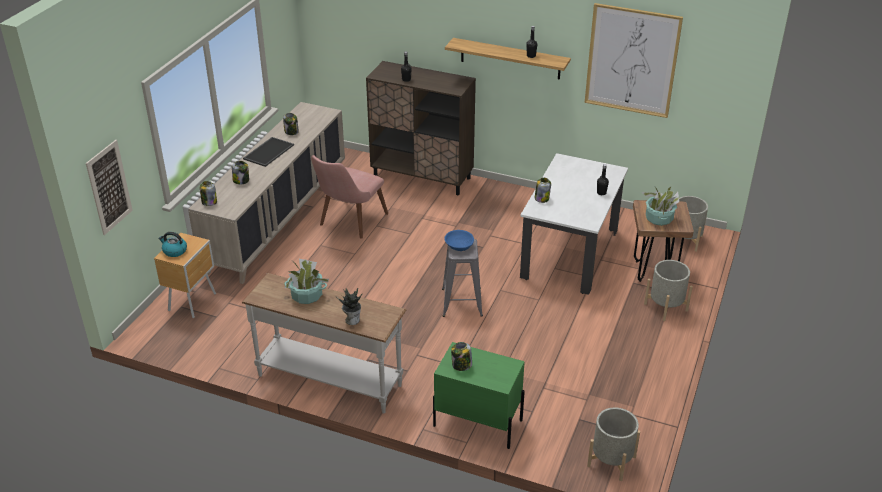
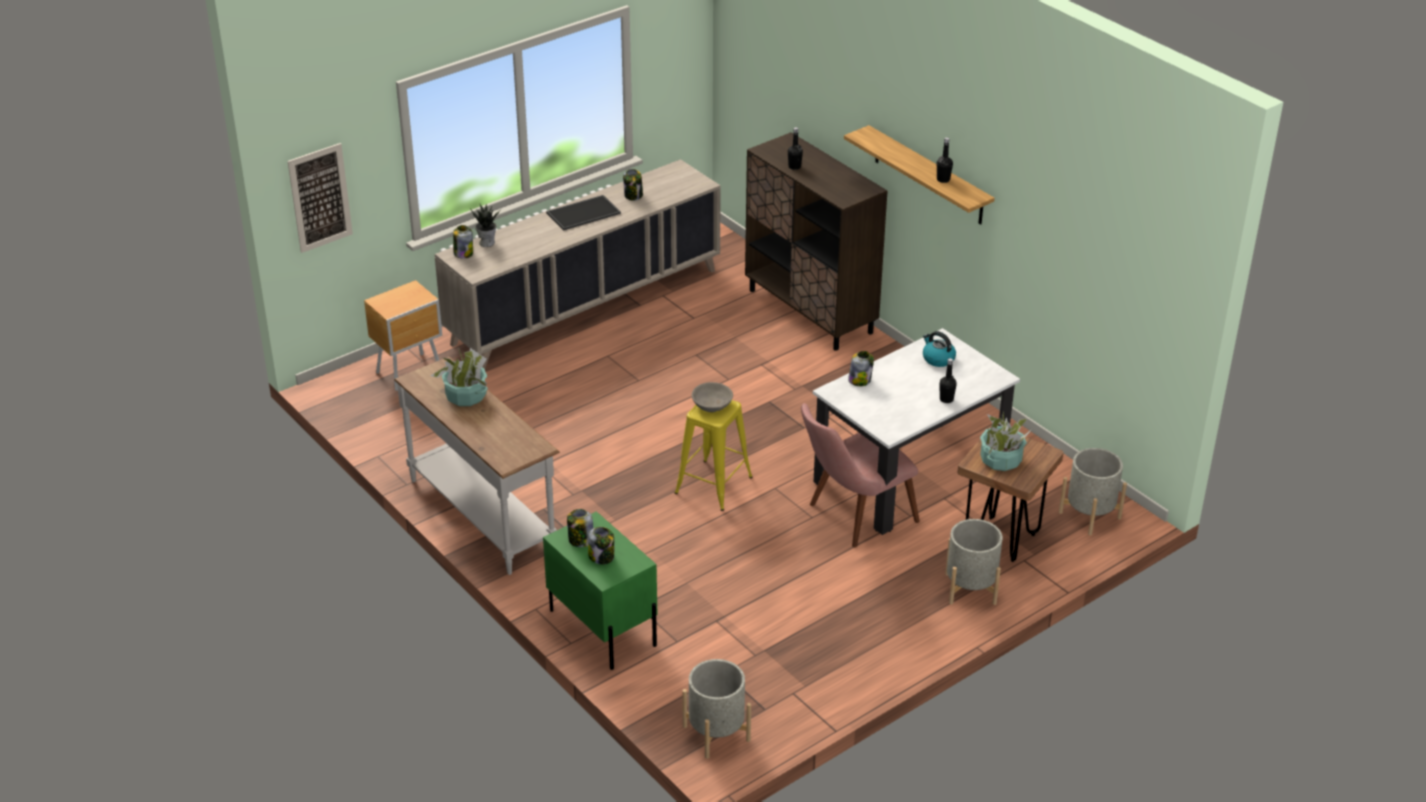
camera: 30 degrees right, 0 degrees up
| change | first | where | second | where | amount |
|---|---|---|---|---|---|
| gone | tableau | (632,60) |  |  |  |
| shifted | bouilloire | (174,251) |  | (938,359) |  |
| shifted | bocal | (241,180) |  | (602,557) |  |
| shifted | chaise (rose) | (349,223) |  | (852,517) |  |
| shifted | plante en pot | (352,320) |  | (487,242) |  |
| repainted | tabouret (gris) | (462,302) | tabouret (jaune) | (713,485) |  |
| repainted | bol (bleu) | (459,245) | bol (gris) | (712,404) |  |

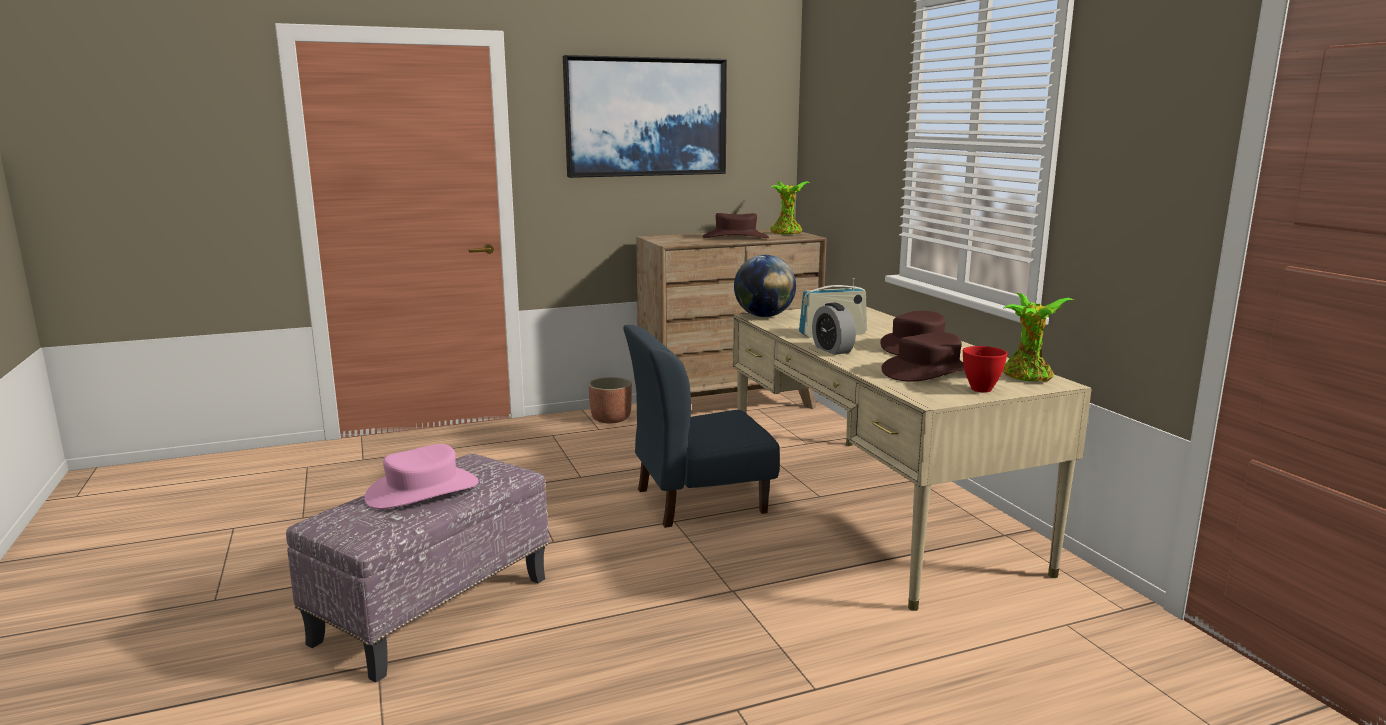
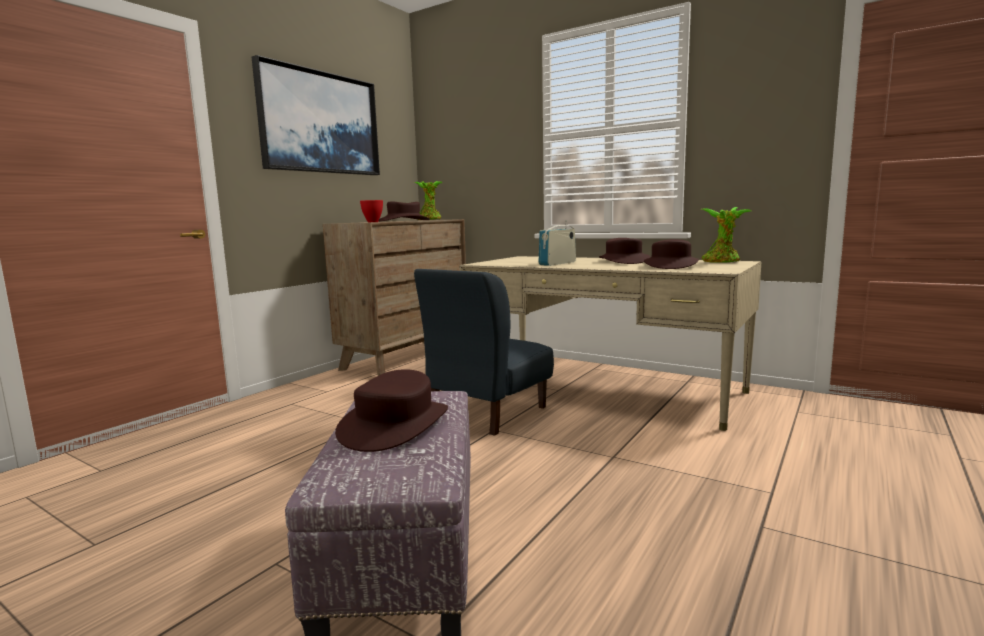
camera: 35 degrees left, 5 degrees down
| change | first | where | second | where | amount |
|---|---|---|---|---|---|
| gone | cache-pot | (611,419) |  |  |  |
| gone | globe | (764,316) |  |  |  |
| gone | réveil | (832,350) |  |  |  |
| shifted | bol (rouge) | (980,389) |  | (372,222) |  |
| repainted | chapeau (rose) | (422,491) | chapeau (marron) | (395,425) |  |

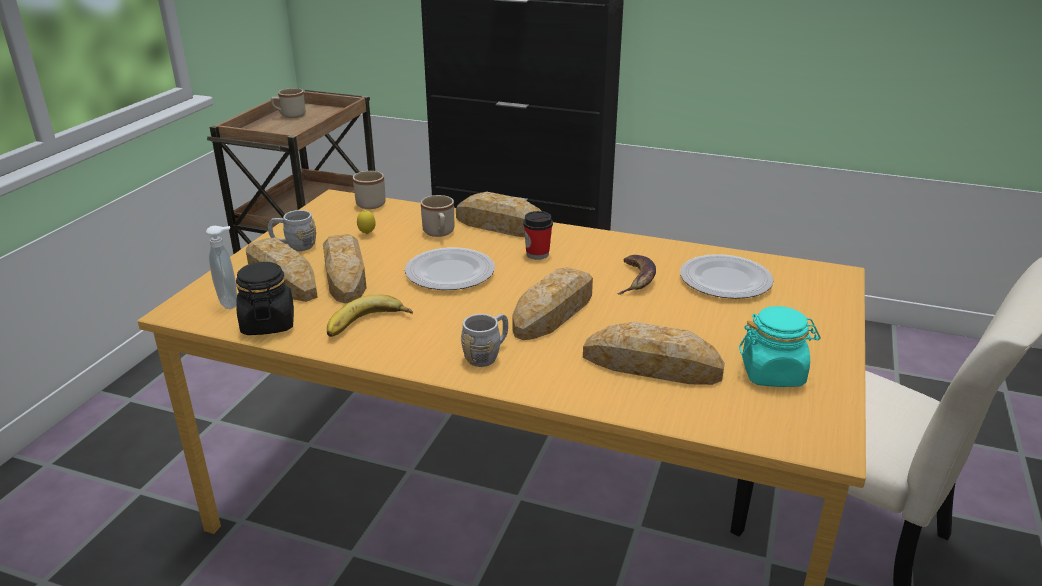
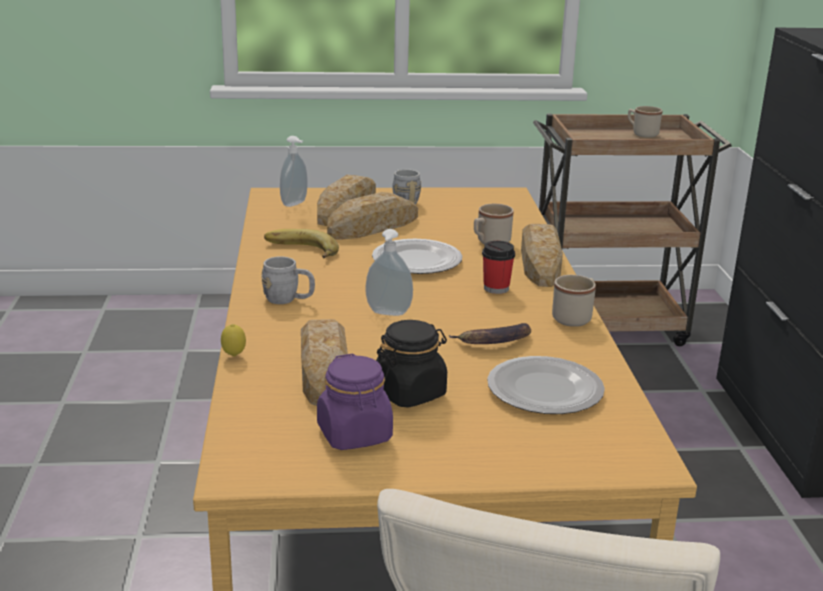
camera: 65 degrees right, 5 degrees down
| change | first | where | second | where | amount |
|---|---|---|---|---|---|
| shifted | bocal (noir) | (268,323) |  | (409,393) |  |
| shifted | mug (beige) | (369,202) |  | (575,317) |  |
| shifted | citron | (367,234) |  | (234,356) |  |
| swapped | pain | (555,311) | distributeur de savon | (388,314) |  |
| repainted | bocal (turquoise) | (773,373) | bocal (violet) | (355,434) |  |

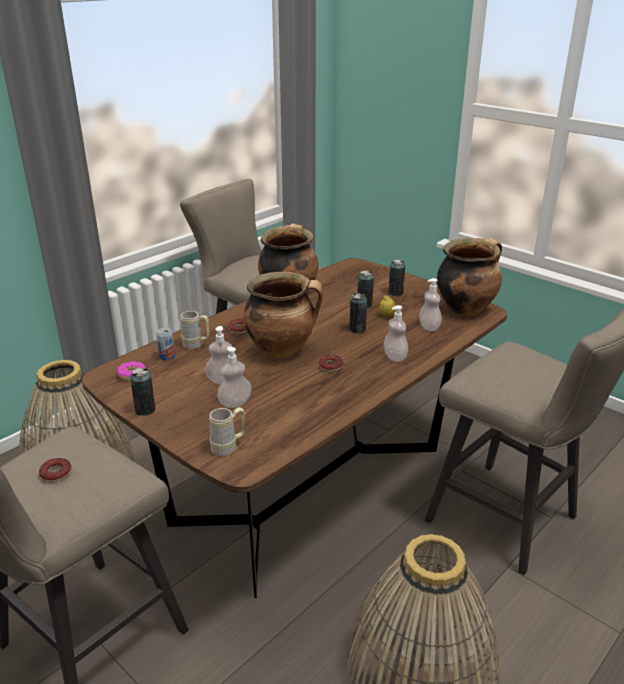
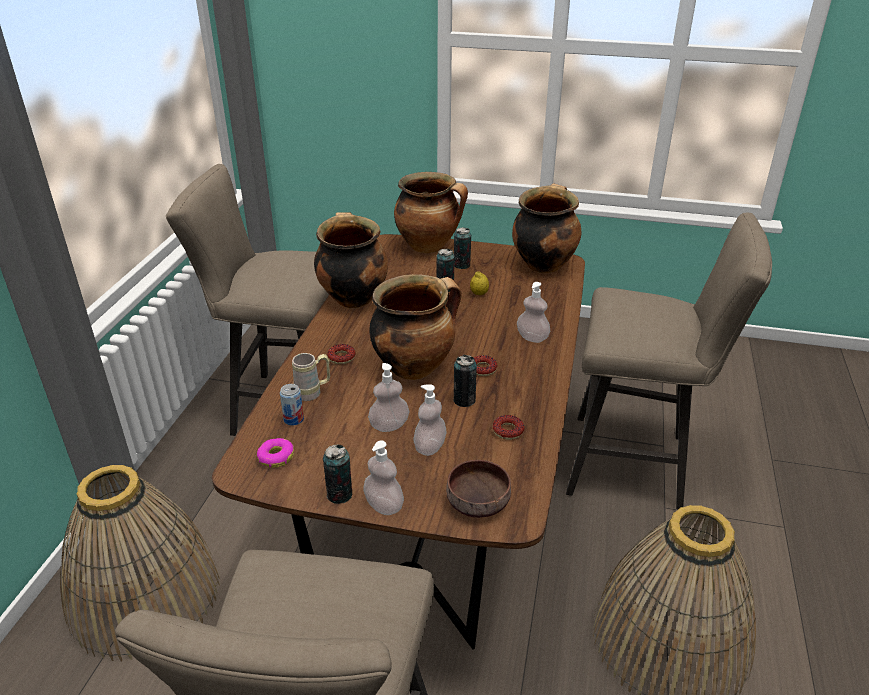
camera: 30 degrees left, 5 degrees up
| change | first | where | second | where | amount |
|---|---|---|---|---|---|
| new |  |  | marmite | (429,246) |  |
| shifted | beignet | (56,473) |  | (508,431) |  |
| shifted | boîte métallique | (357,329) |  | (464,400) |  |
| shifted | distributeur de savon | (429,327) |  | (384,505) |  |
| swapped | mug (beige) | (229,447) | bol (marron) | (477,501) |  |

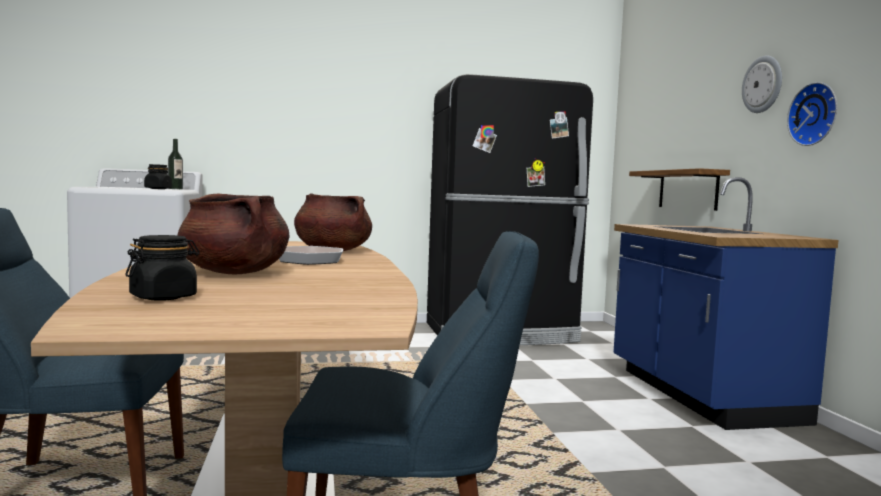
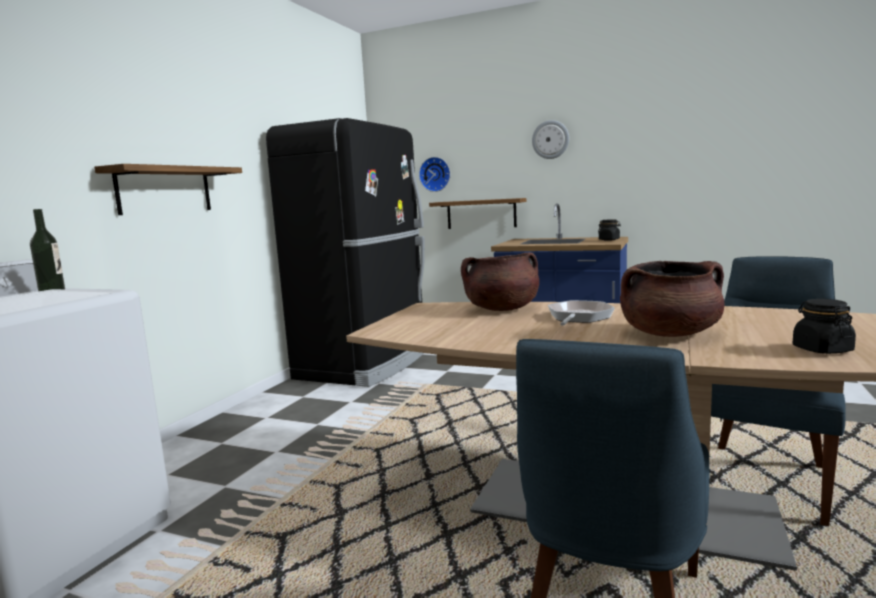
camera: 55 degrees left, 5 degrees up
| change | first | where | second | where | amount |
|---|---|---|---|---|---|
| new |  |  | étagère | (165,190) |  |
| shifted | bocal (noir) | (158,189) |  | (609,240) |  |
| shifted | horloge murale | (815,114) |  | (435,174) |  |

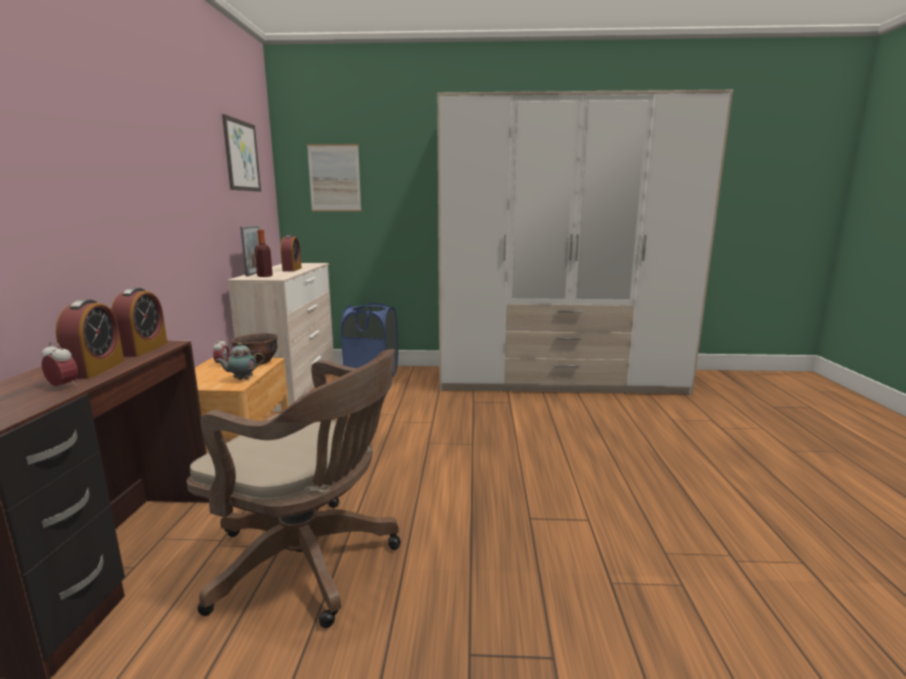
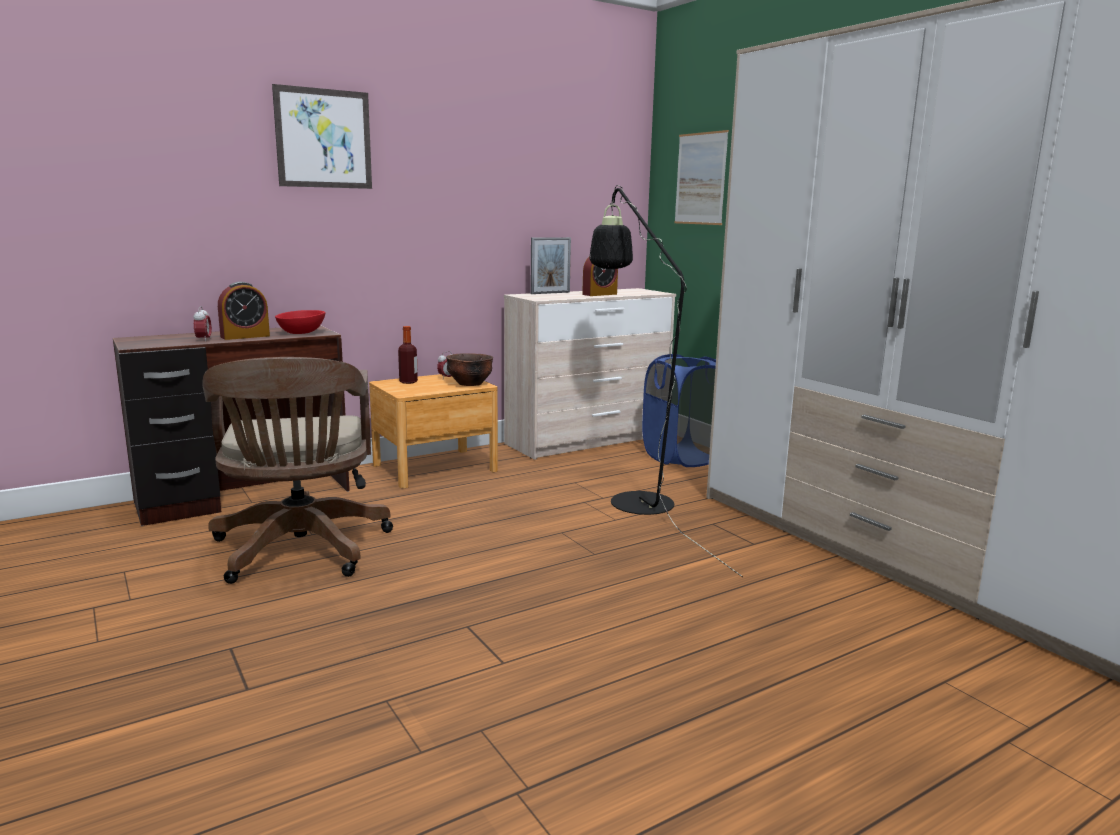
camera: 55 degrees right, 0 degrees up
| change | first | where | second | where | amount |
|---|---|---|---|---|---|
| gone | théière | (242,379) |  |  |  |
| new |  |  | lampadaire (noir) | (633,497) |  |
| shifted | tableau | (242,156) |  | (323,138) |  |
| shifted | bouteille | (265,276) |  | (408,382) |  |
| swapped | réveil | (143,349) | bol (rouge) | (302,333) |  |

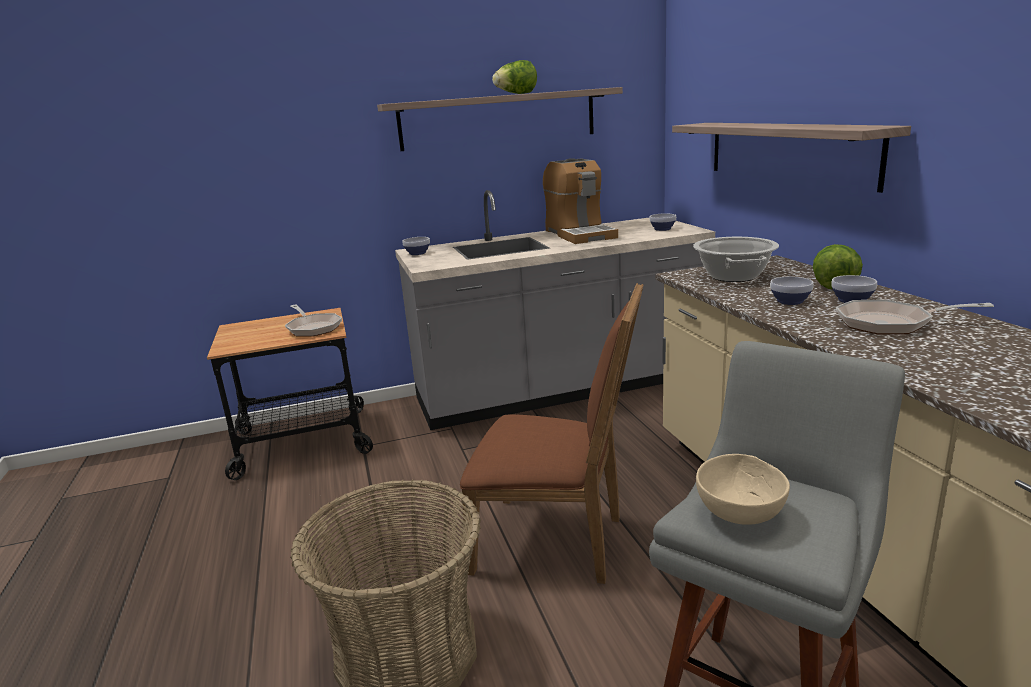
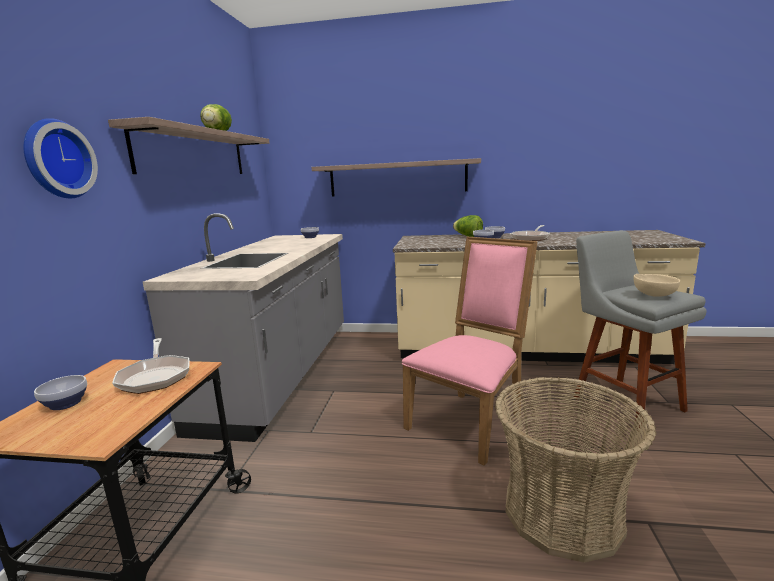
camera: 65 degrees left, 5 degrees down
| change | first | where | second | where | amount |
|---|---|---|---|---|---|
| gone | machine à café | (579,234) |  |  |  |
| gone | marmite | (733,276) |  |  |  |
| new |  |  | horloge murale | (56,159) |  |
| shifted | bol | (416,253) |  | (64,404) |  |
| repainted | chaise (marron) | (558,542) | chaise (rose) | (470,420) |  |
| rotated | poêle | (313,328) |  | (155,376) | 75 degrees clockwise |

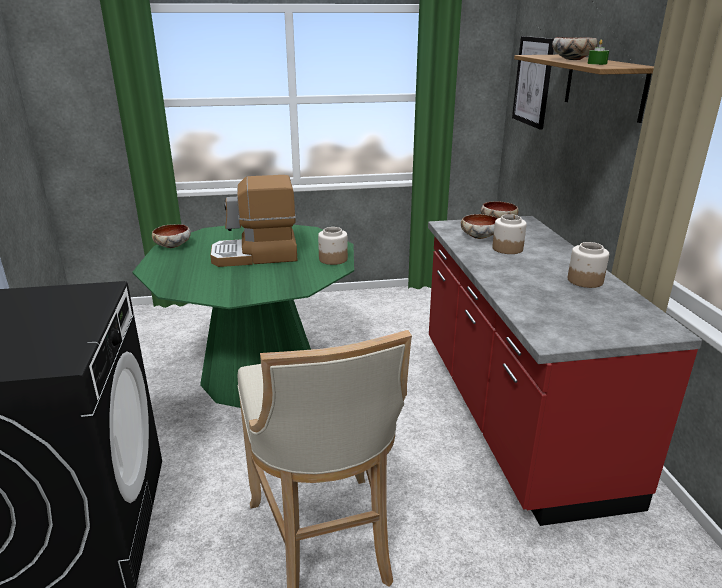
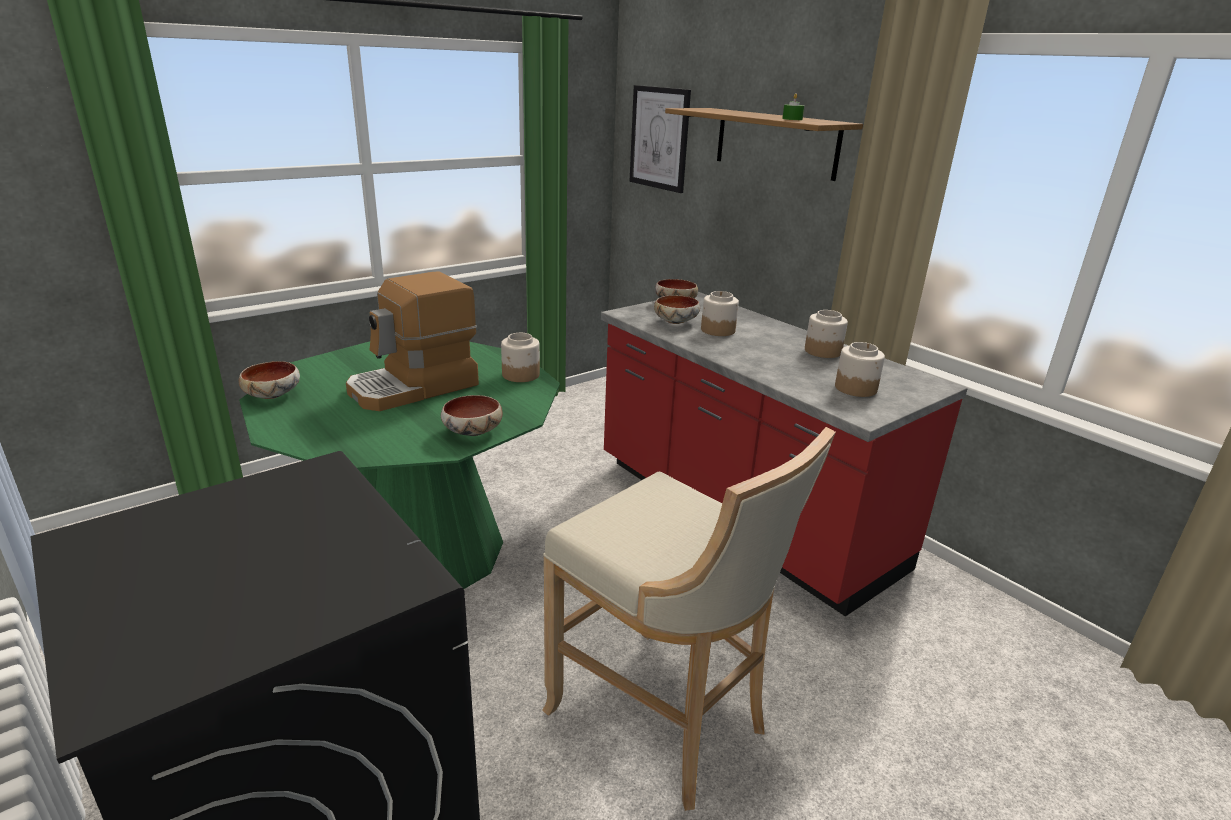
camera: 30 degrees left, 0 degrees up
| change | first | where | second | where | amount |
|---|---|---|---|---|---|
| new |  |  | bocal | (856,388) |  |
| shifted | bol | (571,59) |  | (472,432) |  |

